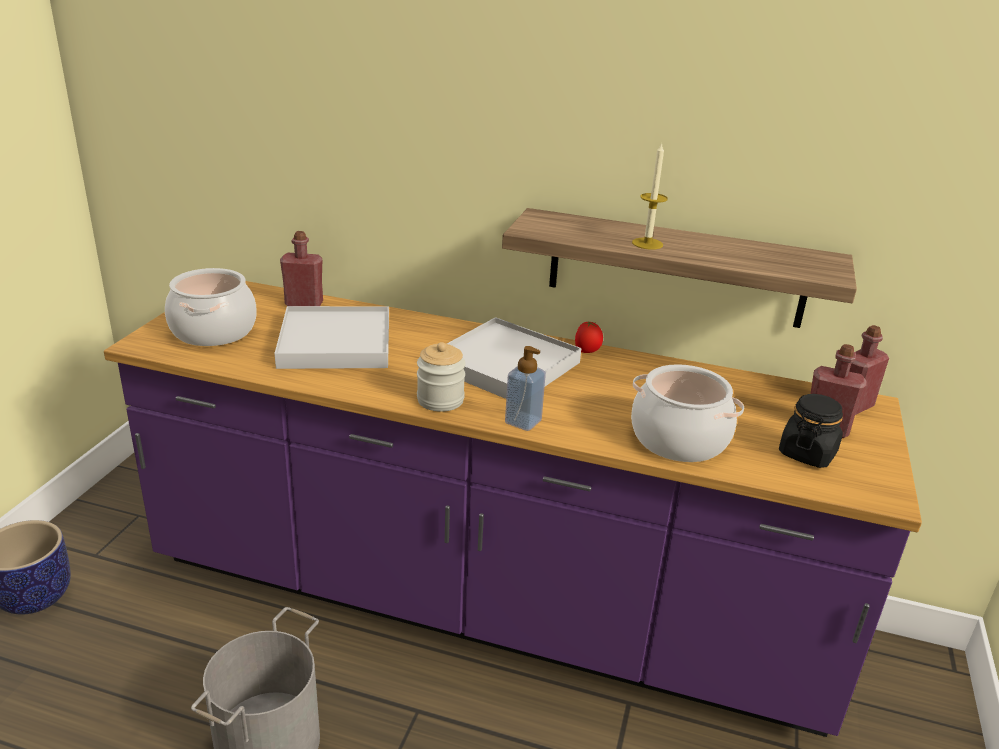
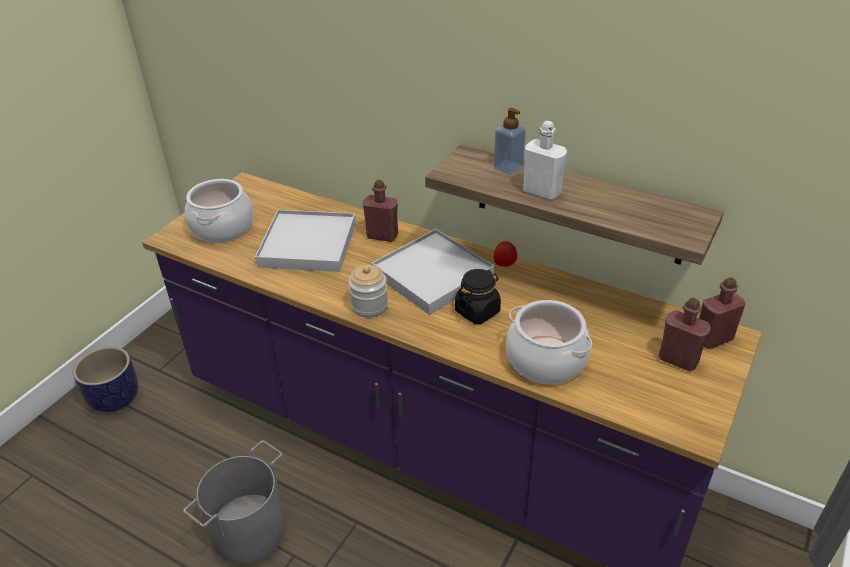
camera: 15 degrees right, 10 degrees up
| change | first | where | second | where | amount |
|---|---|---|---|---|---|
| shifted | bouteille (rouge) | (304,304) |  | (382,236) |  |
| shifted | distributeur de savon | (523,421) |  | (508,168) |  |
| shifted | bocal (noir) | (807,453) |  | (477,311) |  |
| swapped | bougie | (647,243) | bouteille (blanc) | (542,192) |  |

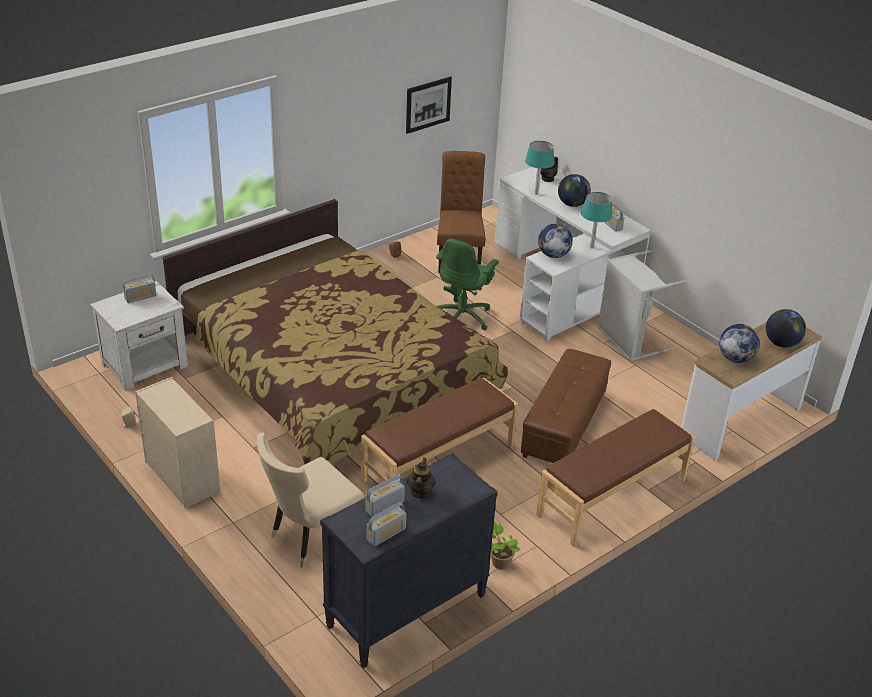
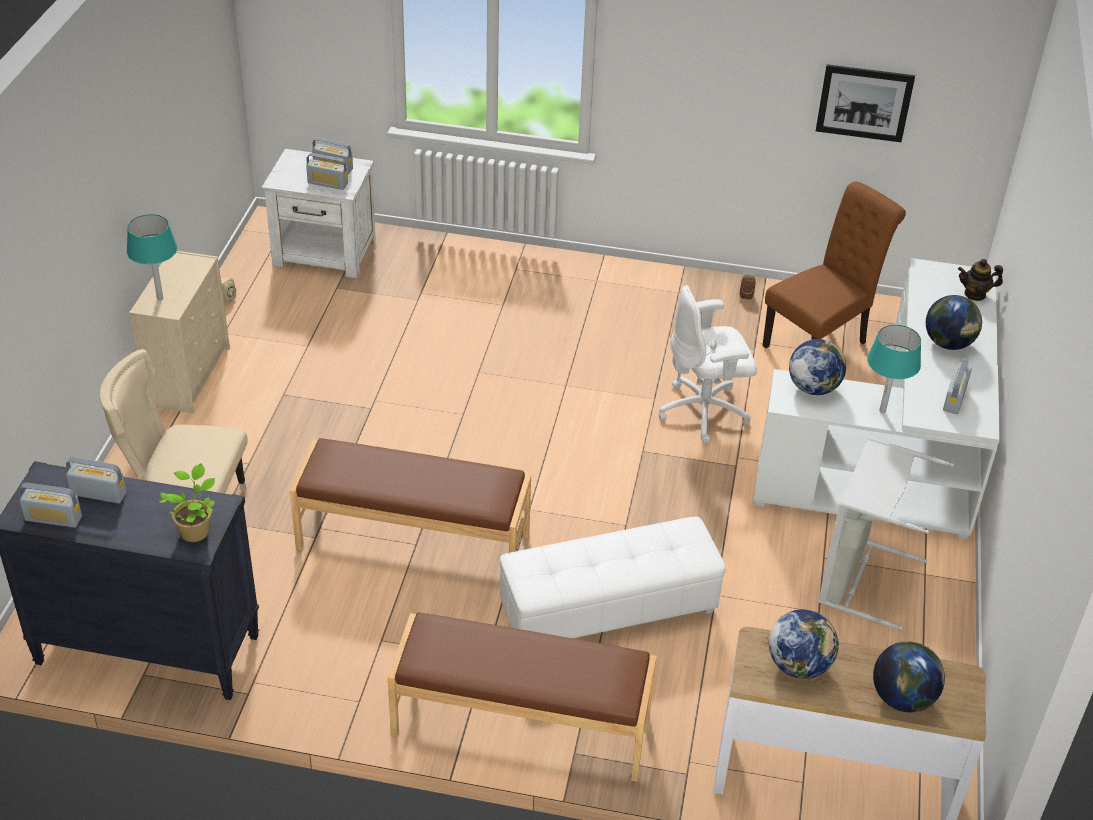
camera: 50 degrees right, 5 degrees up
| change | first | where | second | where | amount |
|---|---|---|---|---|---|
| gone | lit | (332,370) |  |  |  |
| gone | théière | (420,492) |  |  |  |
| new |  |  | radio | (328,183) |  |
| shifted | plante en pot | (499,562) |  | (195,530) |  |
| shifted | lampe de table (turquoise) | (536,193) |  | (159,298) |  |
| repainted | chaise de bureau (vert) | (463,317) | chaise de bureau (blanc) | (704,412) |  |
| repainted | pouf (marron) | (563,424) | pouf (blanc) | (609,607) |  |

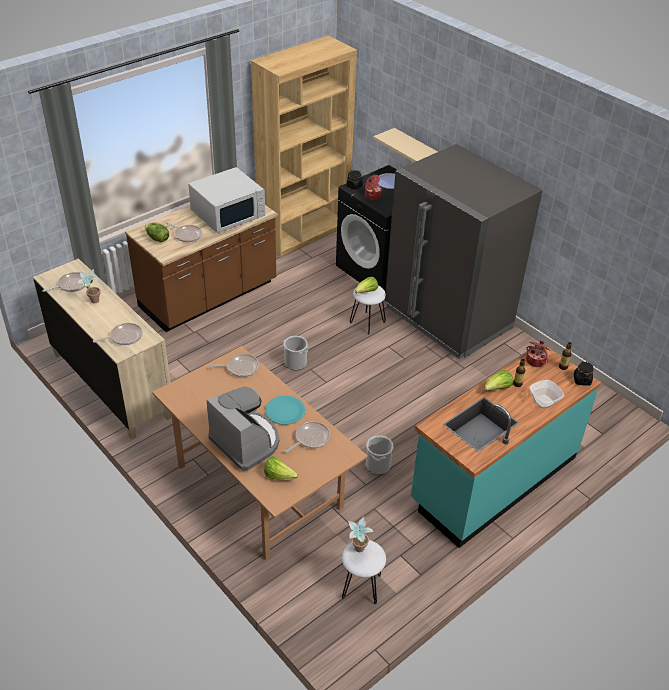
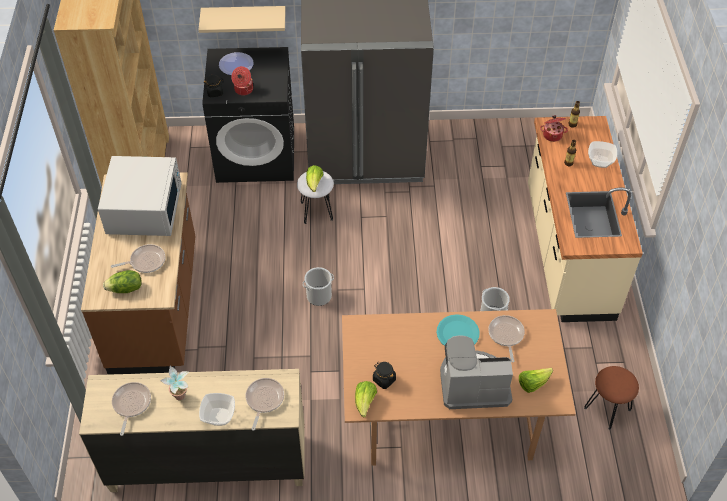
camera: 50 degrees left, 10 degrees up
| change | first | where | second | where | amount |
|---|---|---|---|---|---|
| gone | poêle | (240,368) |  |  |  |
| gone | plante en pot | (358,551) |  |  |  |
| new |  |  | bol | (219,417) |  |
| shifted | laitue | (497,388) |  | (365,402) |  |
| shifted | bocal (noir) | (581,380) |  | (384,379) |  |
| repainted | tabouret (blanc) | (361,587) | tabouret (marron) | (607,409) |  |
| repainted | comptoir de cuisine (turquoise) | (493,479) | comptoir de cuisine (beige) | (567,252) |  |

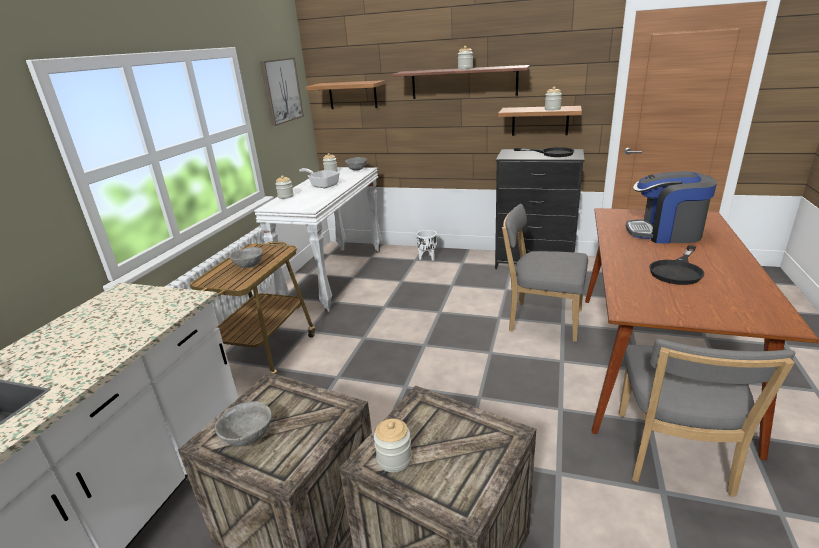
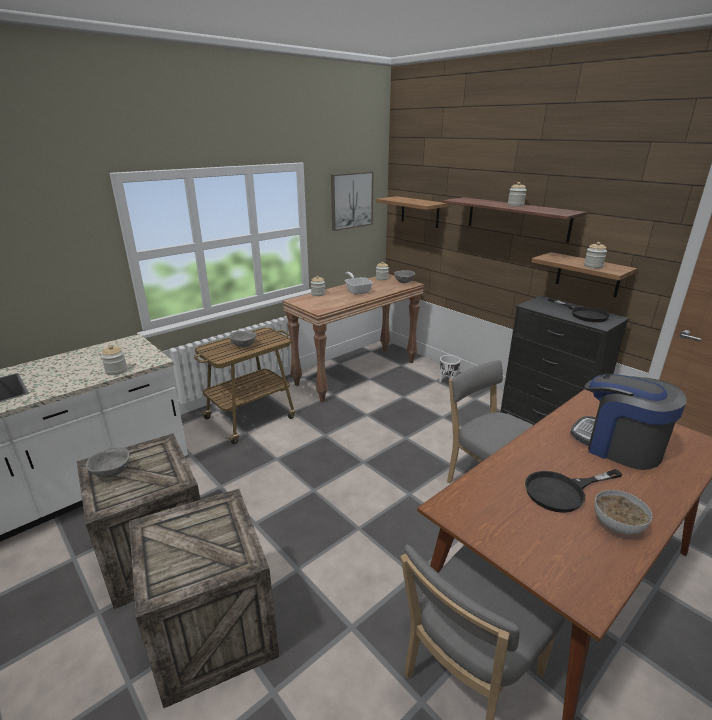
camera: 30 degrees right, 0 degrees up
| change | first | where | second | where | amount |
|---|---|---|---|---|---|
| new |  |  | bol | (618,525) |  |
| shifted | bocal | (394,459) |  | (116,370) |  |
| repainted | table console (blanc) | (335,276) | table console (marron) | (356,373) |  |

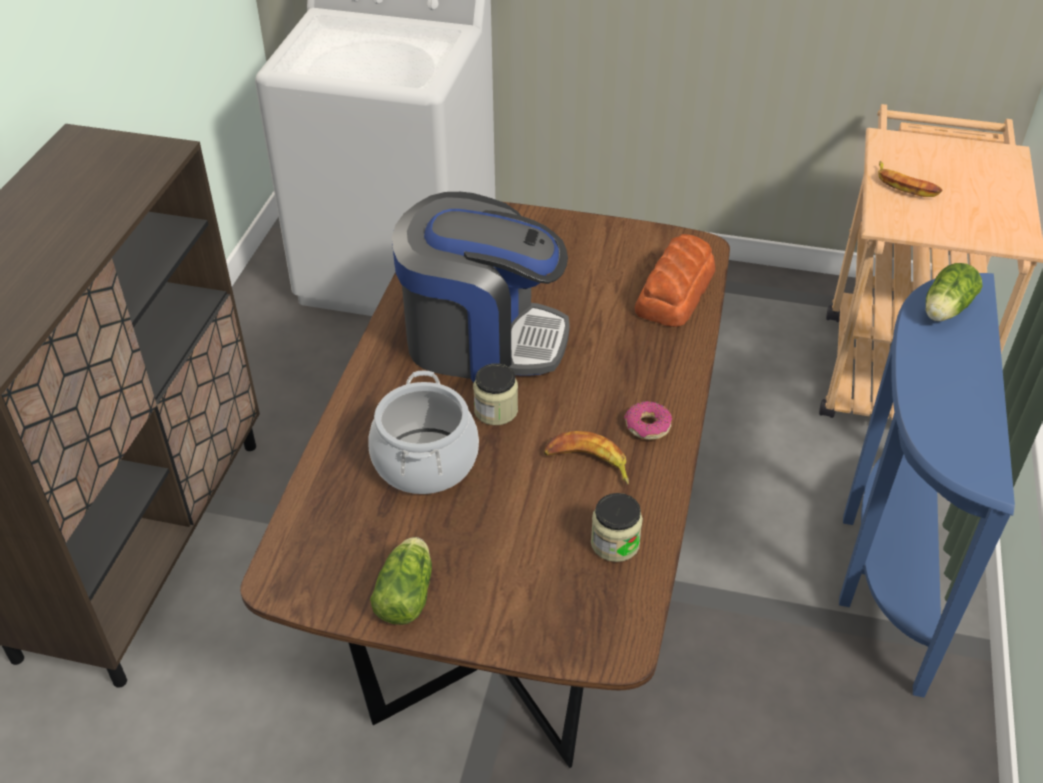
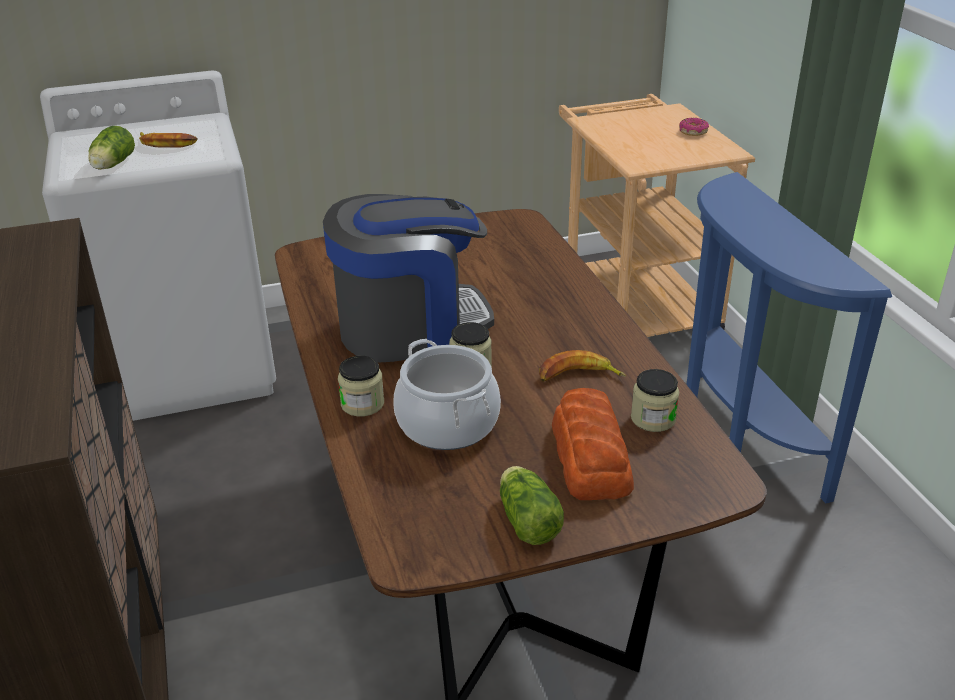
camera: 30 degrees left, 10 degrees down
| change | first | where | second | where | amount |
|---|---|---|---|---|---|
| new |  |  | bocal | (362,404) |  |
| shifted | beignet | (647,426) |  | (692,132) |  |
| shifted | pain | (676,291) |  | (591,456) |  |
| shifted | banane | (905,185) |  | (167,144) |  |
| shifted | laitue | (944,310) |  | (112,165) |  |

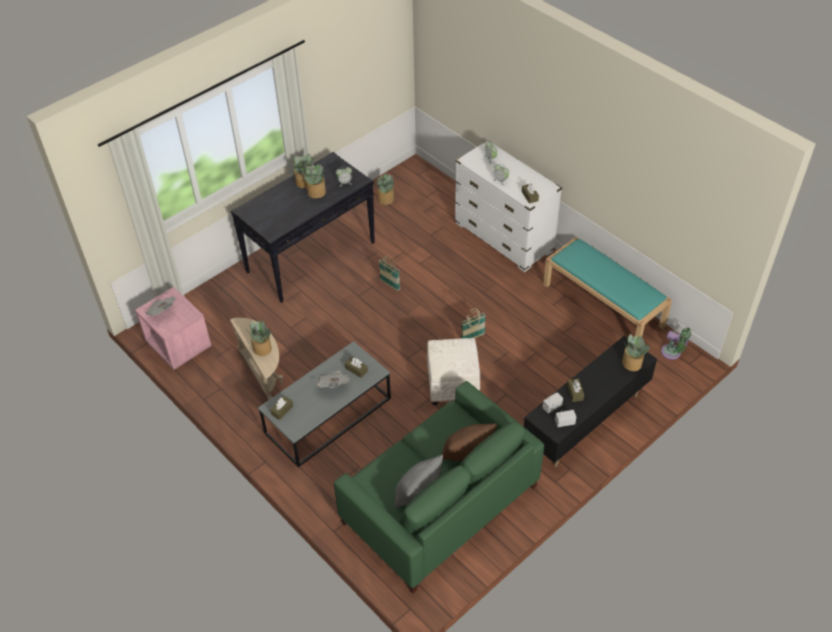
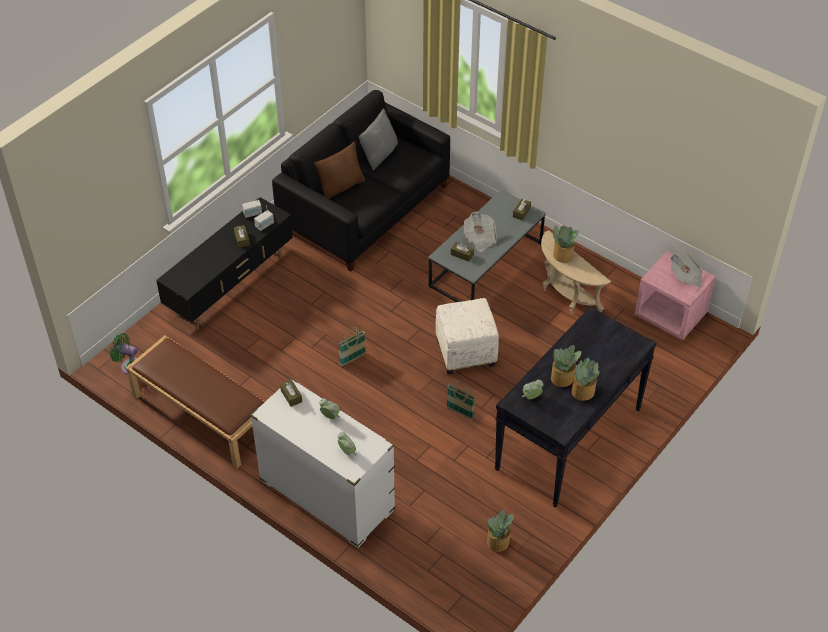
camera: 170 degrees right, 0 degrees up
| change | first | where | second | where | amount |
|---|---|---|---|---|---|
| gone | plante en pot | (632,363) |  |  |  |
| shifted | pouf (blanc) | (452,387) |  | (466,352) |  |
| repainted | canapé (vert) | (438,503) | canapé (noir) | (365,207) |  |
| repainted | banc (turquoise) | (604,305) | banc (marron) | (201,414) |  |

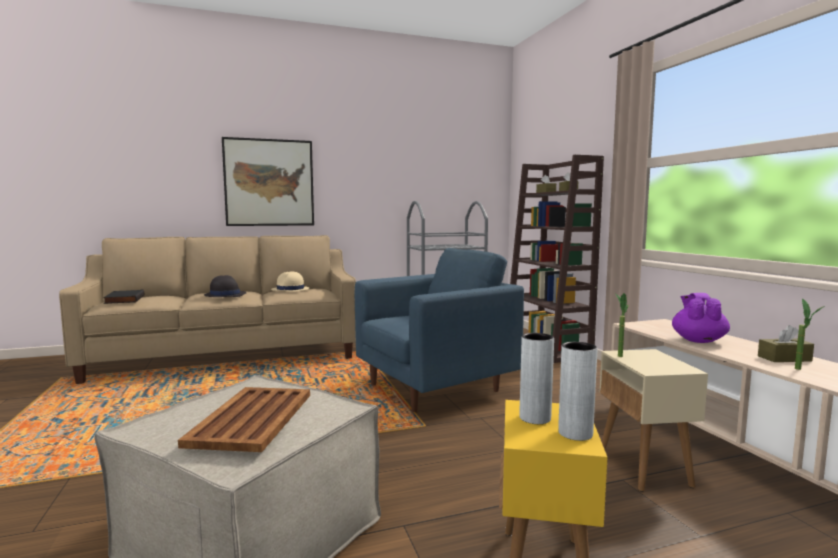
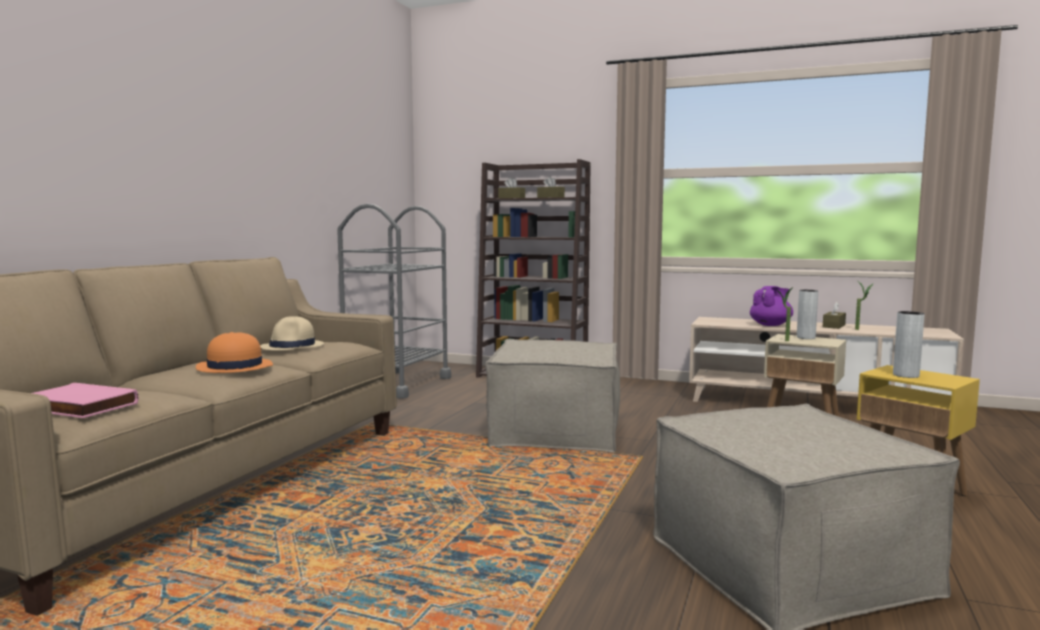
camera: 50 degrees left, 0 degrees up
| change | first | where | second | where | amount |
|---|---|---|---|---|---|
| gone | plateau (marron) | (251,419) |  |  |  |
| gone | tableau | (269,183) |  |  |  |
| shifted | vase (gris) | (575,433) |  | (806,337) |  |
| swapped | fauteuil (bleu) | (434,388) | pouf (beige) | (556,431) |  |
| repainted | livre (noir) | (123,299) | livre (rose) | (76,407) |  |
| repainted | chapeau (noir) | (225,295) | chapeau (orange) | (234,367) |  |
| rotated | théière (violet) | (698,340) |  | (771,325) | 90 degrees clockwise |

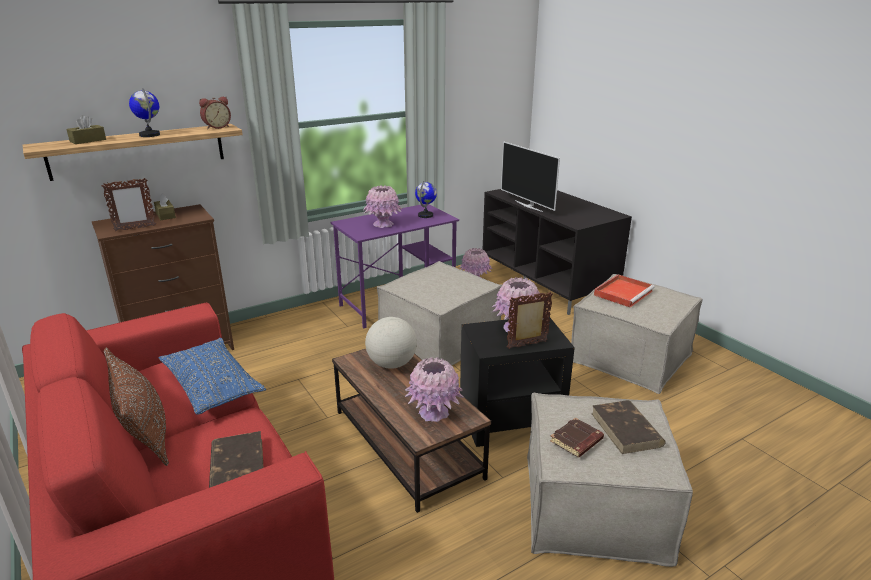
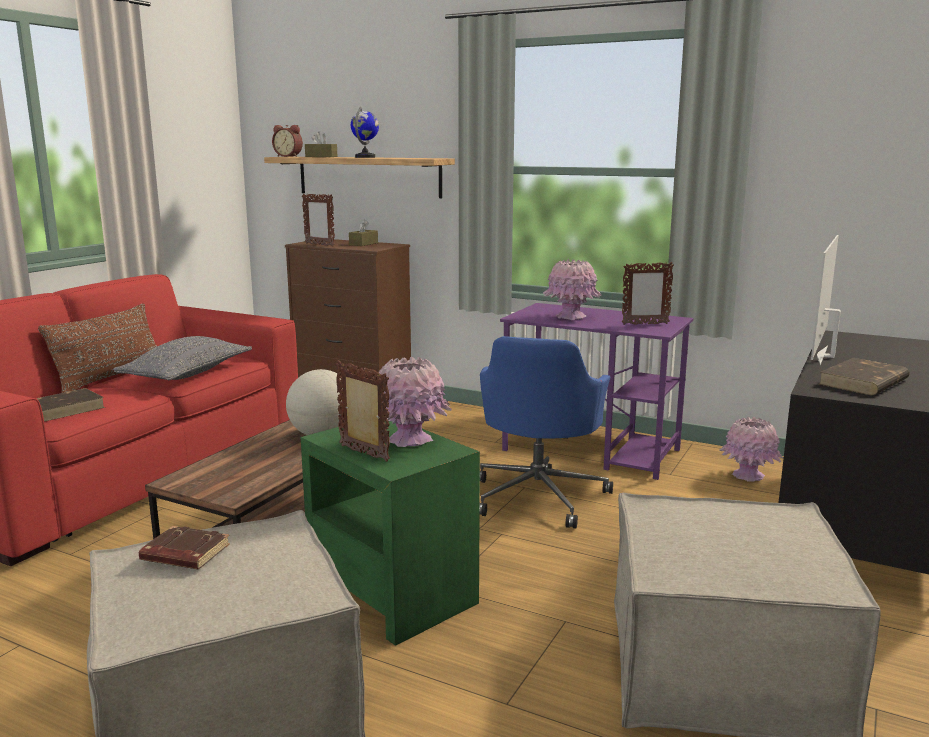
camera: 60 degrees right, 10 degrees down
| change | first | where | second | where | amount |
|---|---|---|---|---|---|
| gone | vase (rose) | (434,412) |  |  |  |
| gone | plateau (rouge) | (623,292) |  |  |  |
| shifted | réveil | (217,127) |  | (289,156) |  |
| shifted | livre (marron) | (626,430) |  | (863,382) |  |
| swapped | pouf (beige) | (439,339) | chaise de bureau (bleu) | (539,496) |  |
| swapped | globe | (426,215) | cadre photo | (644,324) |  |
| repainted | coussin (bleu) | (212,386) | coussin (gris) | (187,374) |  |
| repainted | table d'appoint (noir) | (509,419) | table d'appoint (vert) | (392,592) |  |

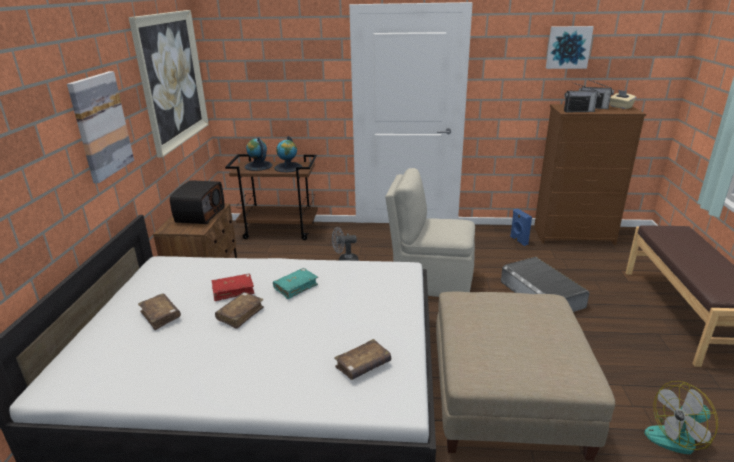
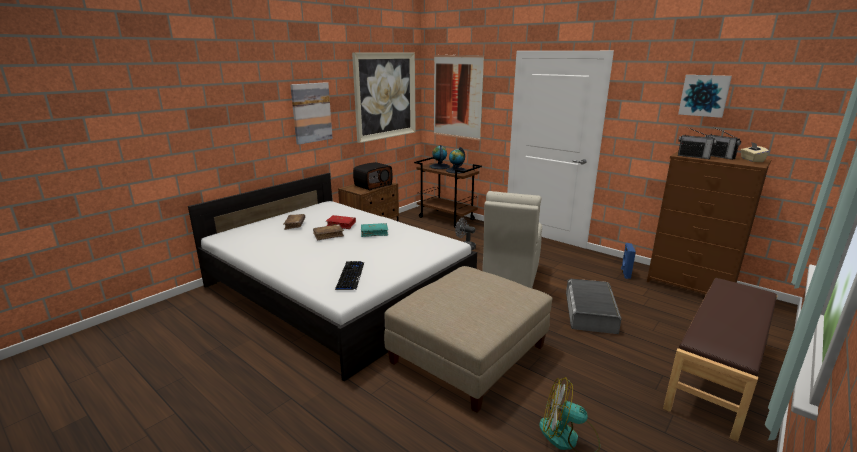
camera: 35 degrees right, 5 degrees down
| change | first | where | second | where | amount |
|---|---|---|---|---|---|
| new |  |  | tableau | (457,97) |  |
| swapped | livre (marron) | (363,365) | clavier | (350,276) |  |
| rotated | chaise (beige) | (430,281) |  | (510,275) | 120 degrees counterclockwise |

